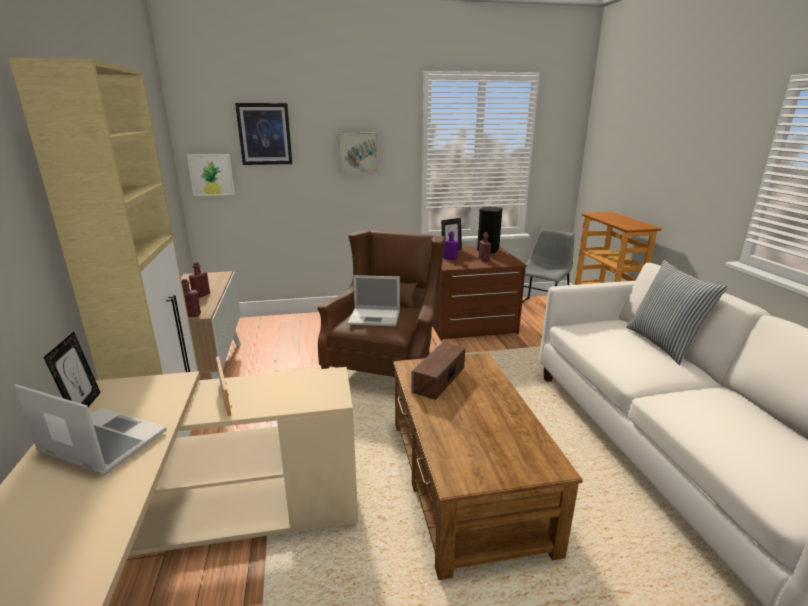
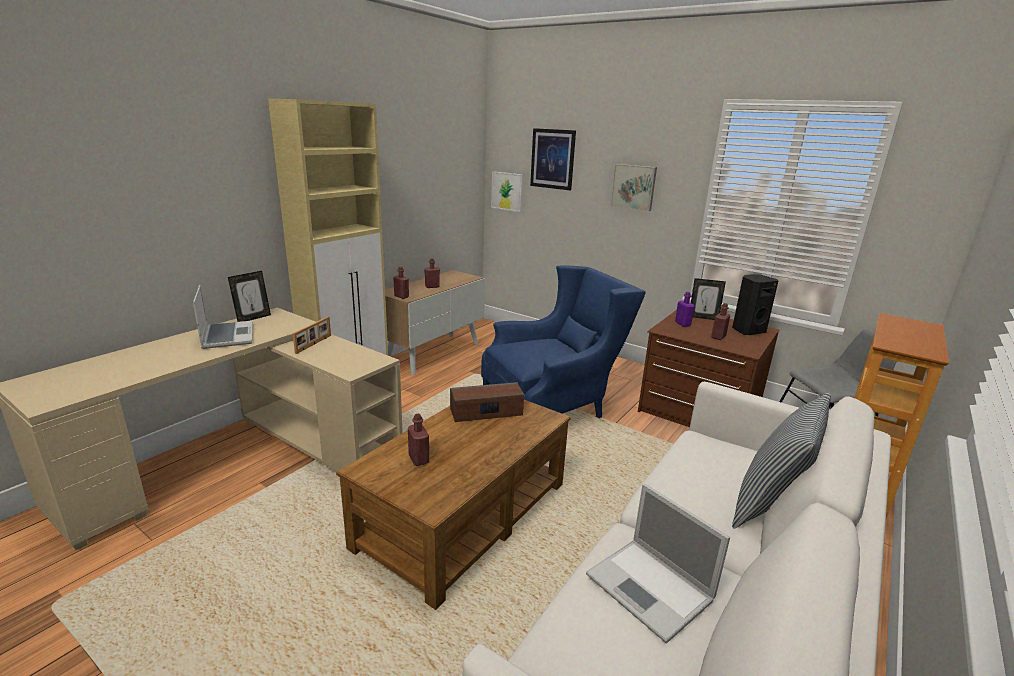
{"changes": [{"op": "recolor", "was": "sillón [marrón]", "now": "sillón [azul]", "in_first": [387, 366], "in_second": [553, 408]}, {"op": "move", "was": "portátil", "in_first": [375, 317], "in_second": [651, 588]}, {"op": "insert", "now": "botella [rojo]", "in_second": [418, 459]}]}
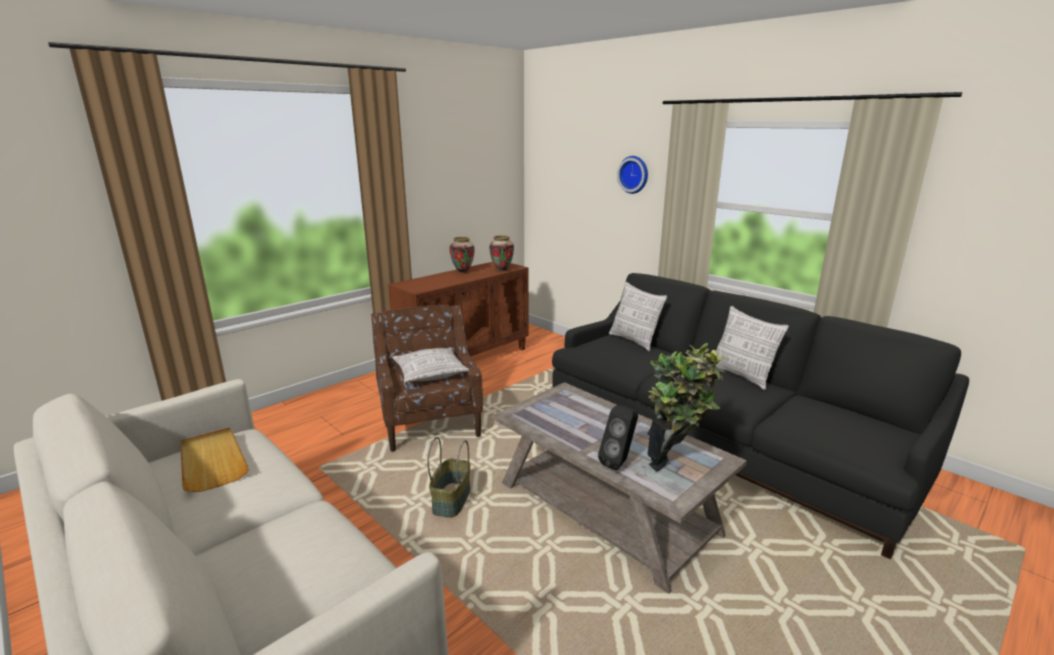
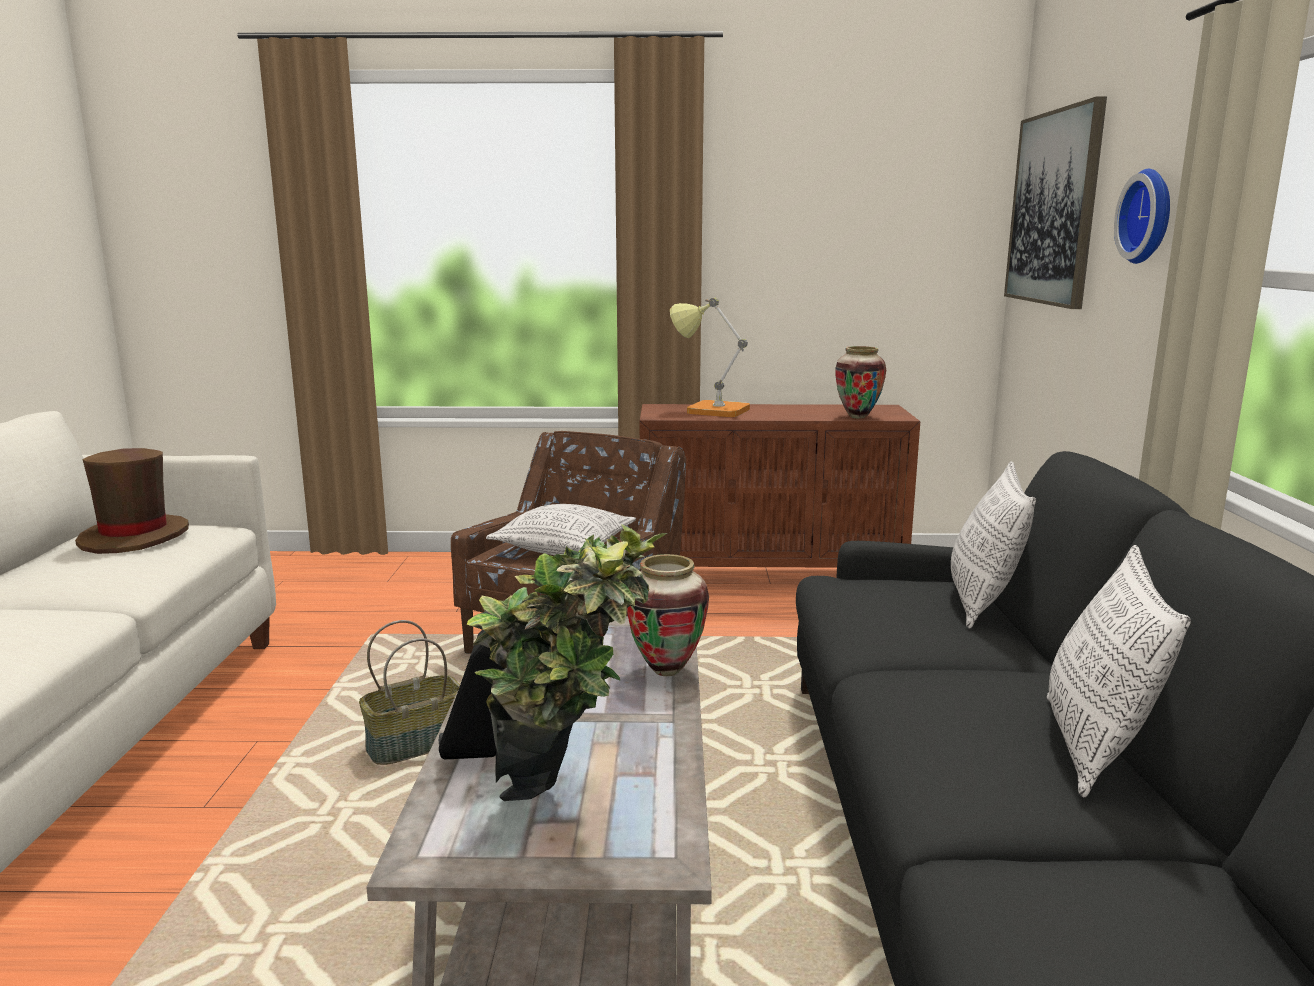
{"changes": [{"op": "move", "was": "florero", "in_first": [463, 272], "in_second": [667, 670]}, {"op": "replace", "was": "bandeja [beis]", "now": "sombrero [marrón]", "in_first": [212, 461], "in_second": [135, 537]}, {"op": "insert", "now": "cuadro", "in_second": [1054, 208]}, {"op": "insert", "now": "lámpara de mesa", "in_second": [710, 410]}]}
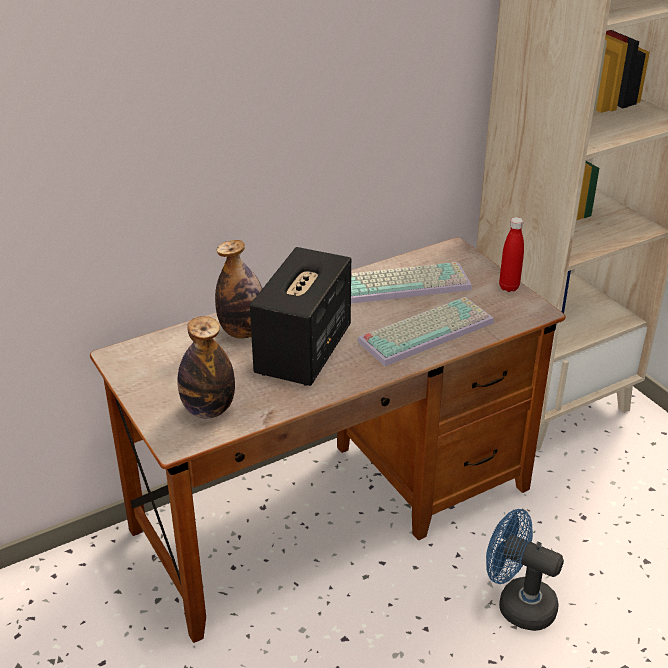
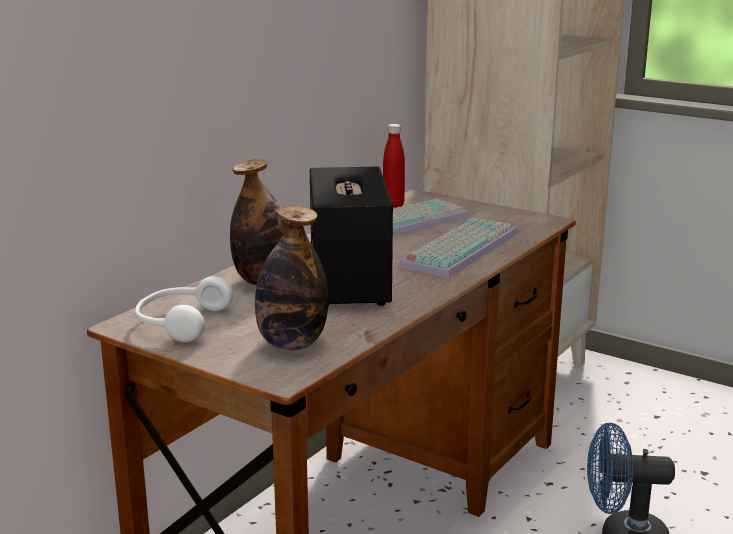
{"changes": [{"op": "move", "was": "botella [rojo]", "in_first": [509, 287], "in_second": [393, 205]}, {"op": "insert", "now": "auriculares [blanco]", "in_second": [180, 323]}]}
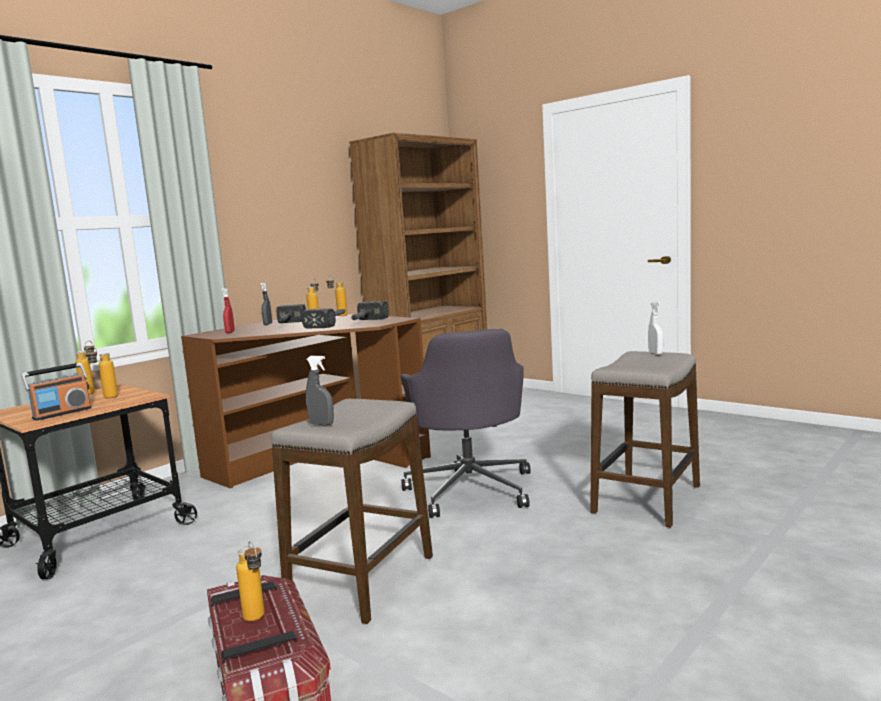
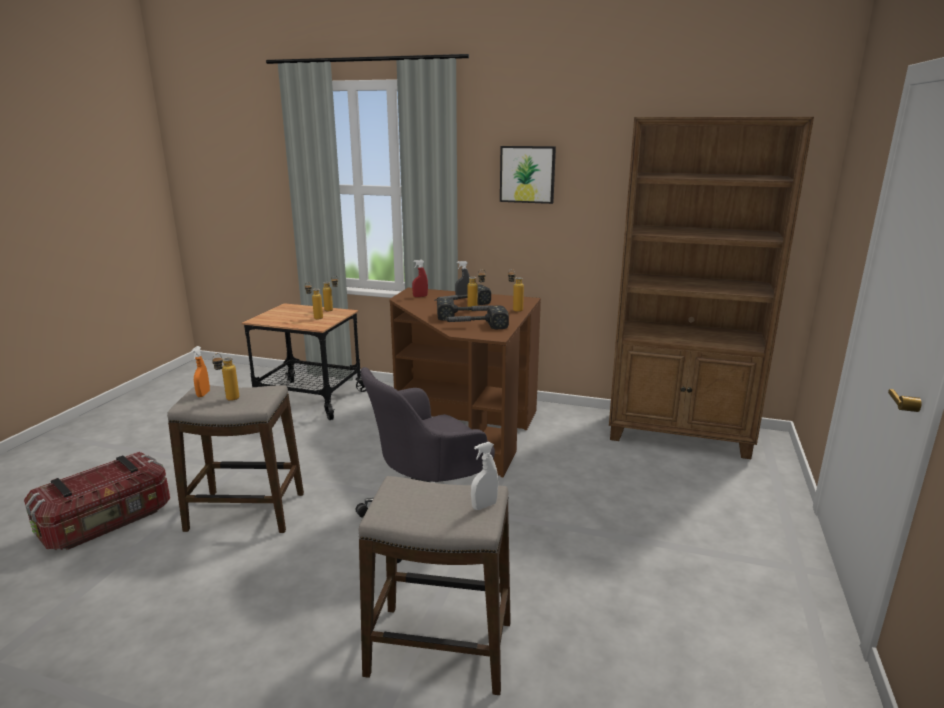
{"changes": [{"op": "recolor", "was": "pulverizador [gris]", "now": "pulverizador [naranja]", "in_first": [321, 424], "in_second": [203, 394]}, {"op": "delete", "was": "radio", "in_first": [62, 413]}, {"op": "move", "was": "botella", "in_first": [257, 620], "in_second": [228, 400]}, {"op": "insert", "now": "cuadro", "in_second": [527, 174]}]}
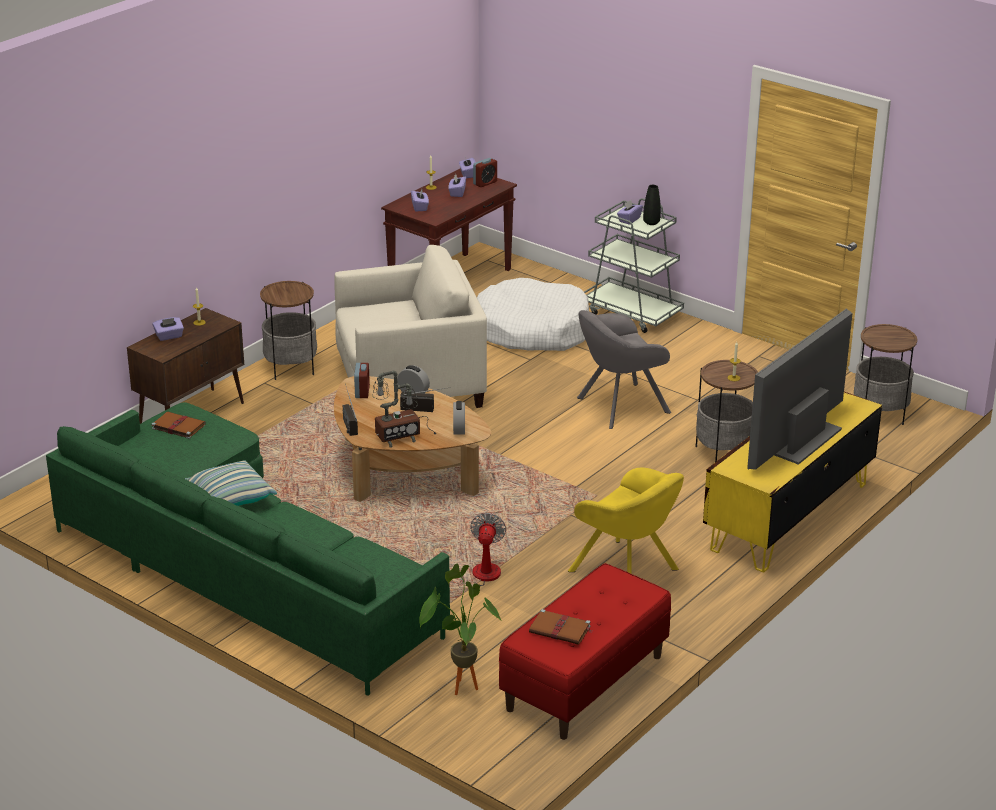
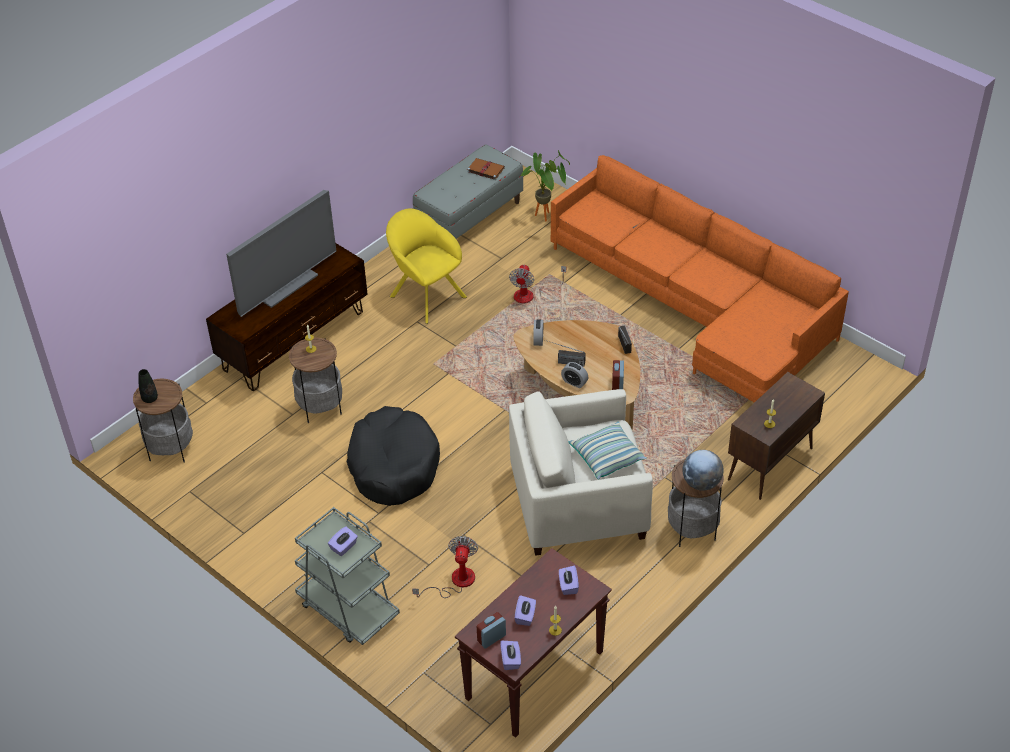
{"changes": [{"op": "move", "was": "florero [negro]", "in_first": [651, 222], "in_second": [150, 399]}, {"op": "replace", "was": "cama para perro [blanco]", "now": "ventilador", "in_first": [532, 330], "in_second": [455, 582]}, {"op": "replace", "was": "sillón [gris]", "now": "cama para perro [negro]", "in_first": [618, 406], "in_second": [393, 465]}, {"op": "delete", "was": "caja de pañuelos [morado]", "in_first": [169, 336]}, {"op": "delete", "was": "lámpara de mesa", "in_first": [402, 434]}, {"op": "recolor", "was": "mueble de televisión [amarillo]", "now": "mueble de televisión [marrón]", "in_first": [788, 516], "in_second": [295, 340]}, {"op": "recolor", "was": "sofá [verde]", "now": "sofá [naranja]", "in_first": [238, 567], "in_second": [697, 306]}, {"op": "delete", "was": "libro [marrón]", "in_first": [177, 426]}, {"op": "move", "was": "cojín", "in_first": [230, 498], "in_second": [607, 457]}, {"op": "recolor", "was": "banco [rojo]", "now": "banco [gris]", "in_first": [585, 683], "in_second": [469, 217]}, {"op": "insert", "now": "globo terráqueo", "in_second": [701, 483]}]}
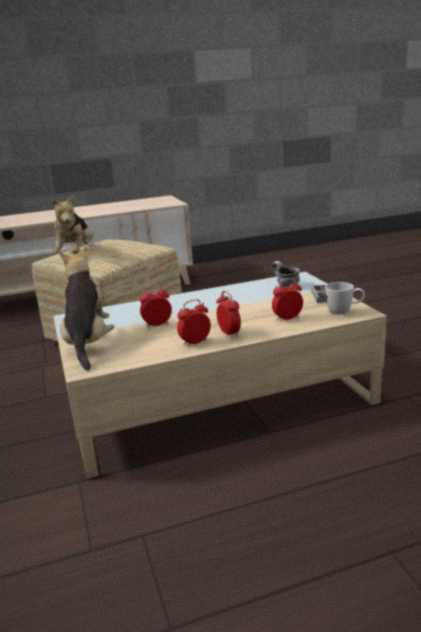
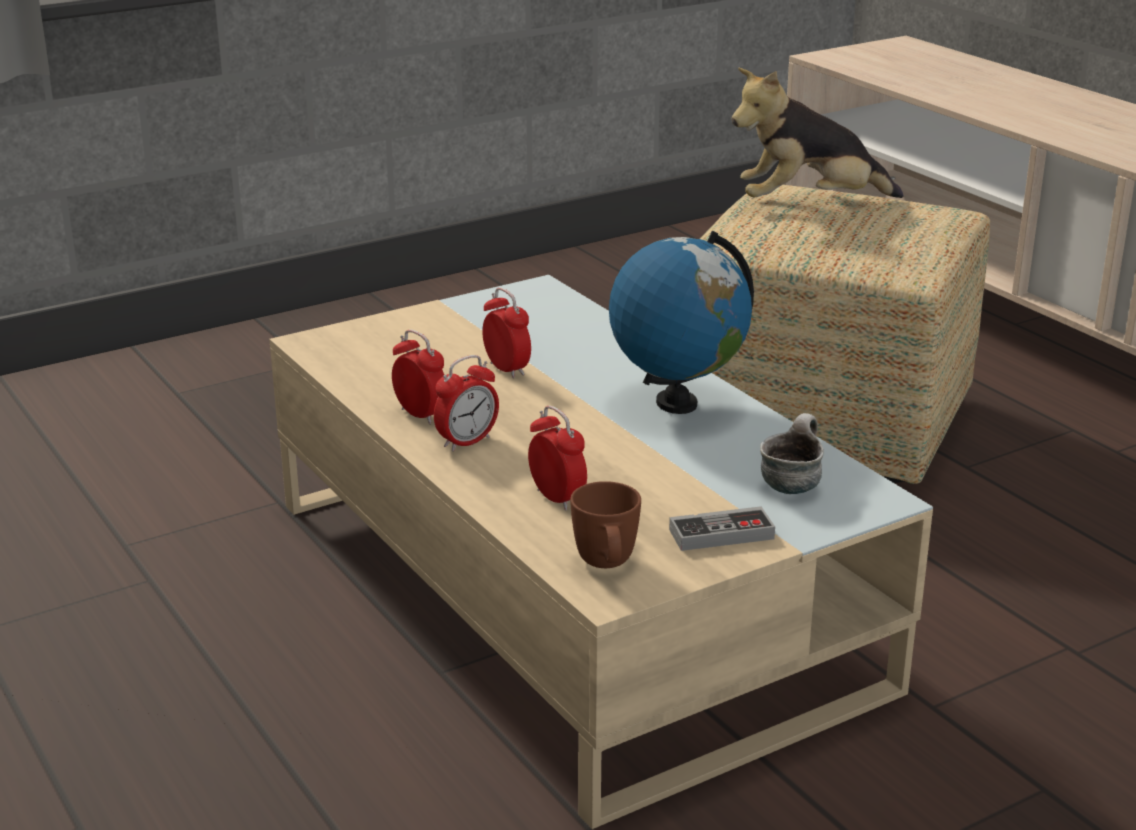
{"changes": [{"op": "delete", "was": "peluche", "in_first": [88, 343]}, {"op": "recolor", "was": "taza grande [blanco]", "now": "taza grande [marrón]", "in_first": [344, 312], "in_second": [607, 567]}, {"op": "insert", "now": "globo terráqueo", "in_second": [676, 403]}]}
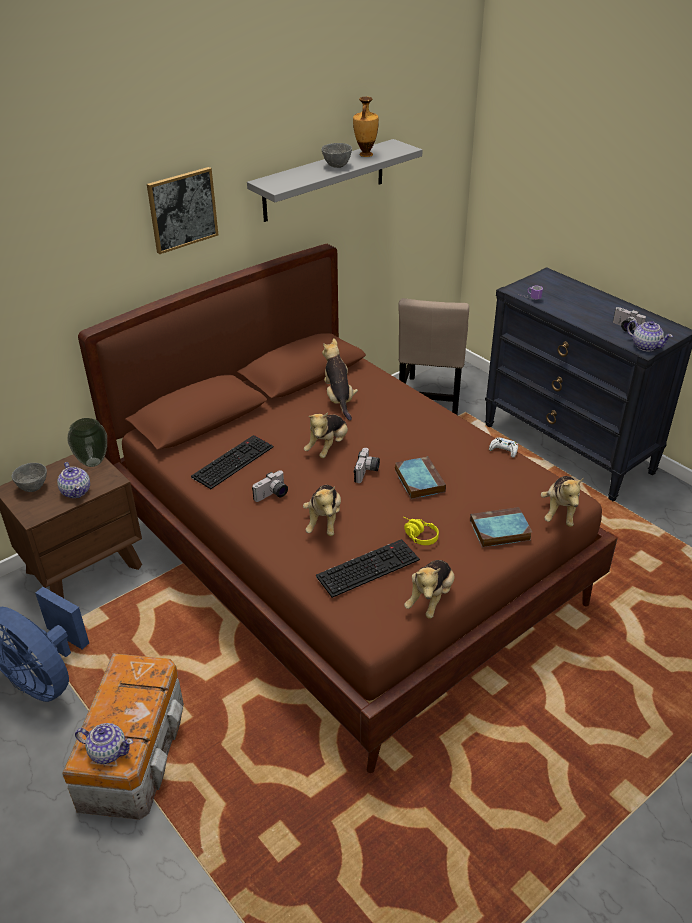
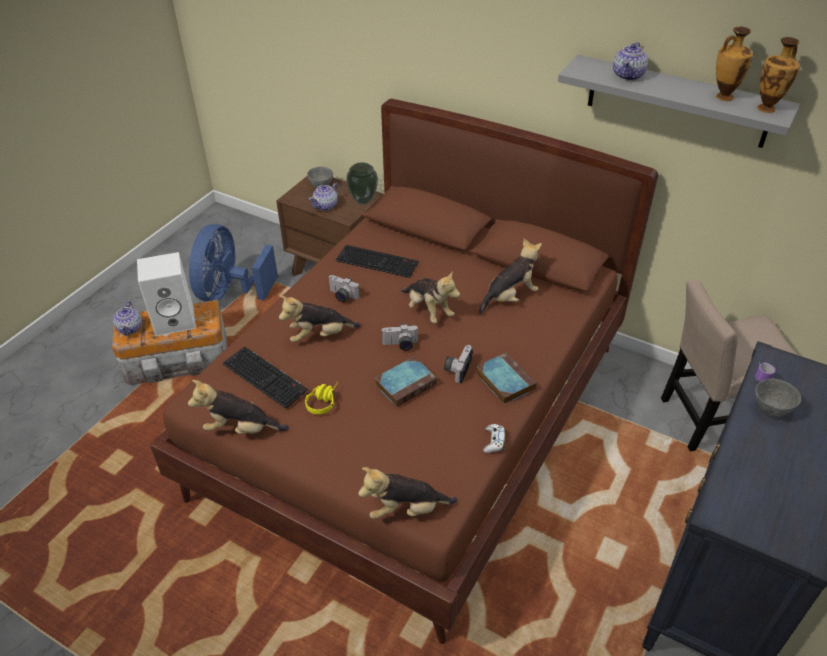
{"changes": [{"op": "move", "was": "cuenco [gris]", "in_first": [337, 166], "in_second": [771, 410]}, {"op": "delete", "was": "cuadro", "in_first": [182, 209]}, {"op": "move", "was": "cámara", "in_first": [625, 328], "in_second": [457, 368]}, {"op": "move", "was": "tetera", "in_first": [645, 346], "in_second": [628, 75]}, {"op": "rotate", "was": "peluche", "in_first": [328, 447], "in_second": [428, 311], "clockwise": -135}, {"op": "move", "was": "libro", "in_first": [499, 531], "in_second": [504, 381]}, {"op": "insert", "now": "florero", "in_second": [767, 108]}, {"op": "insert", "now": "altavoz [blanco]", "in_second": [175, 320]}]}
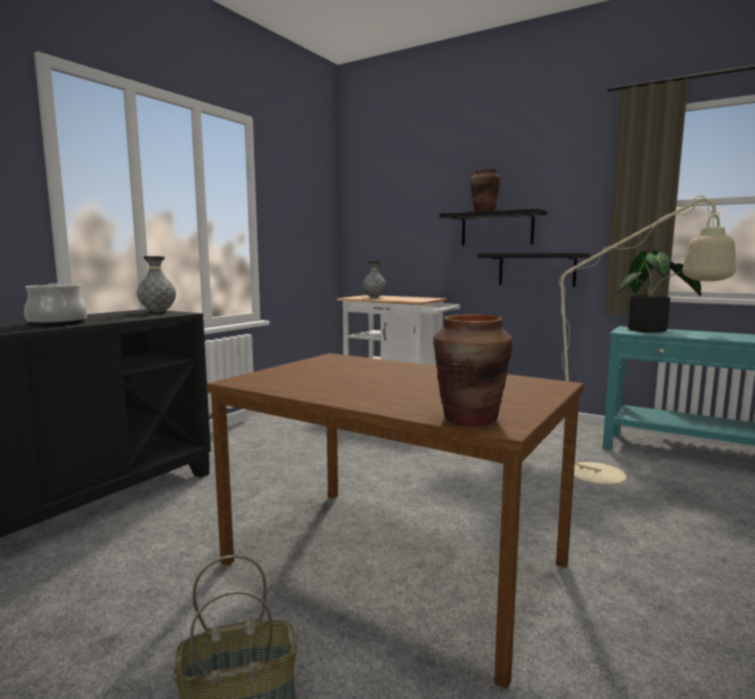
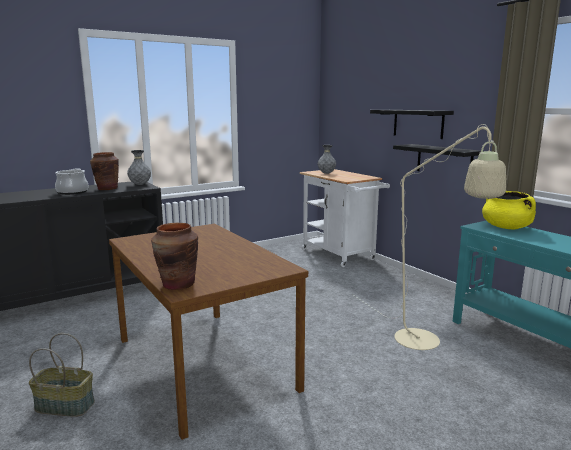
{"changes": [{"op": "move", "was": "florero [marrón]", "in_first": [484, 211], "in_second": [107, 189]}, {"op": "replace", "was": "planta en maceta", "now": "olla [amarillo]", "in_first": [652, 330], "in_second": [506, 227]}]}
